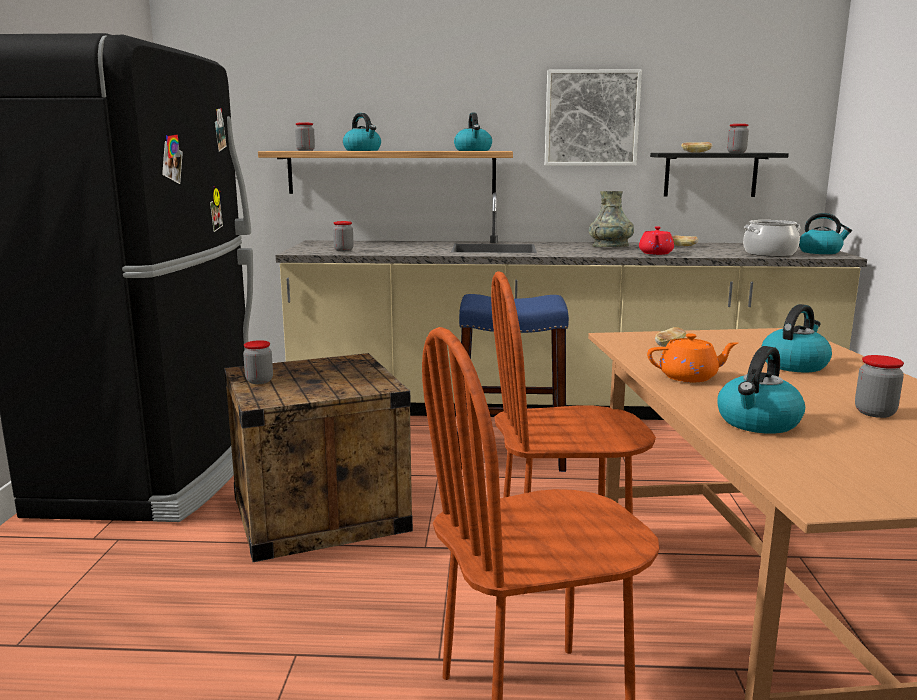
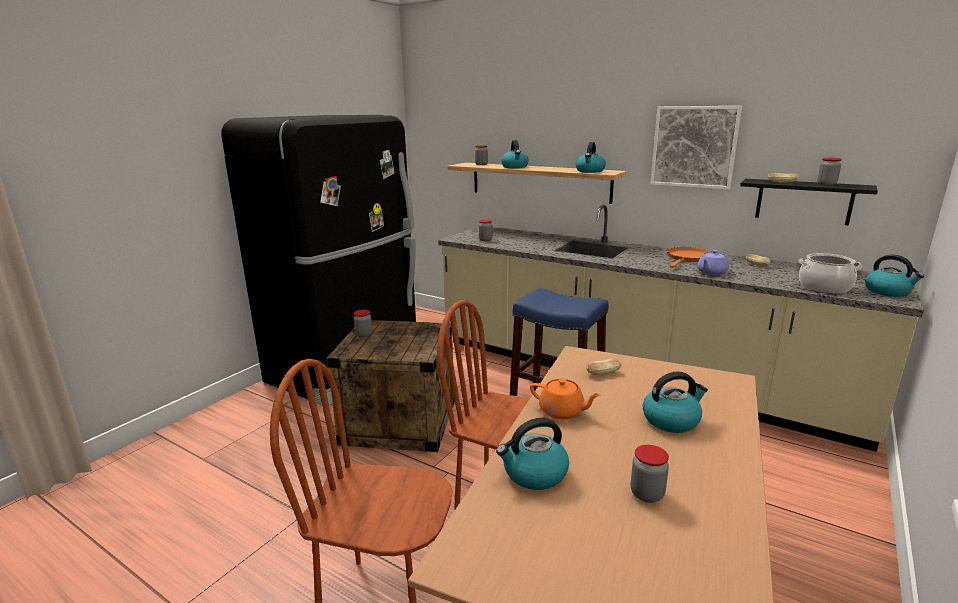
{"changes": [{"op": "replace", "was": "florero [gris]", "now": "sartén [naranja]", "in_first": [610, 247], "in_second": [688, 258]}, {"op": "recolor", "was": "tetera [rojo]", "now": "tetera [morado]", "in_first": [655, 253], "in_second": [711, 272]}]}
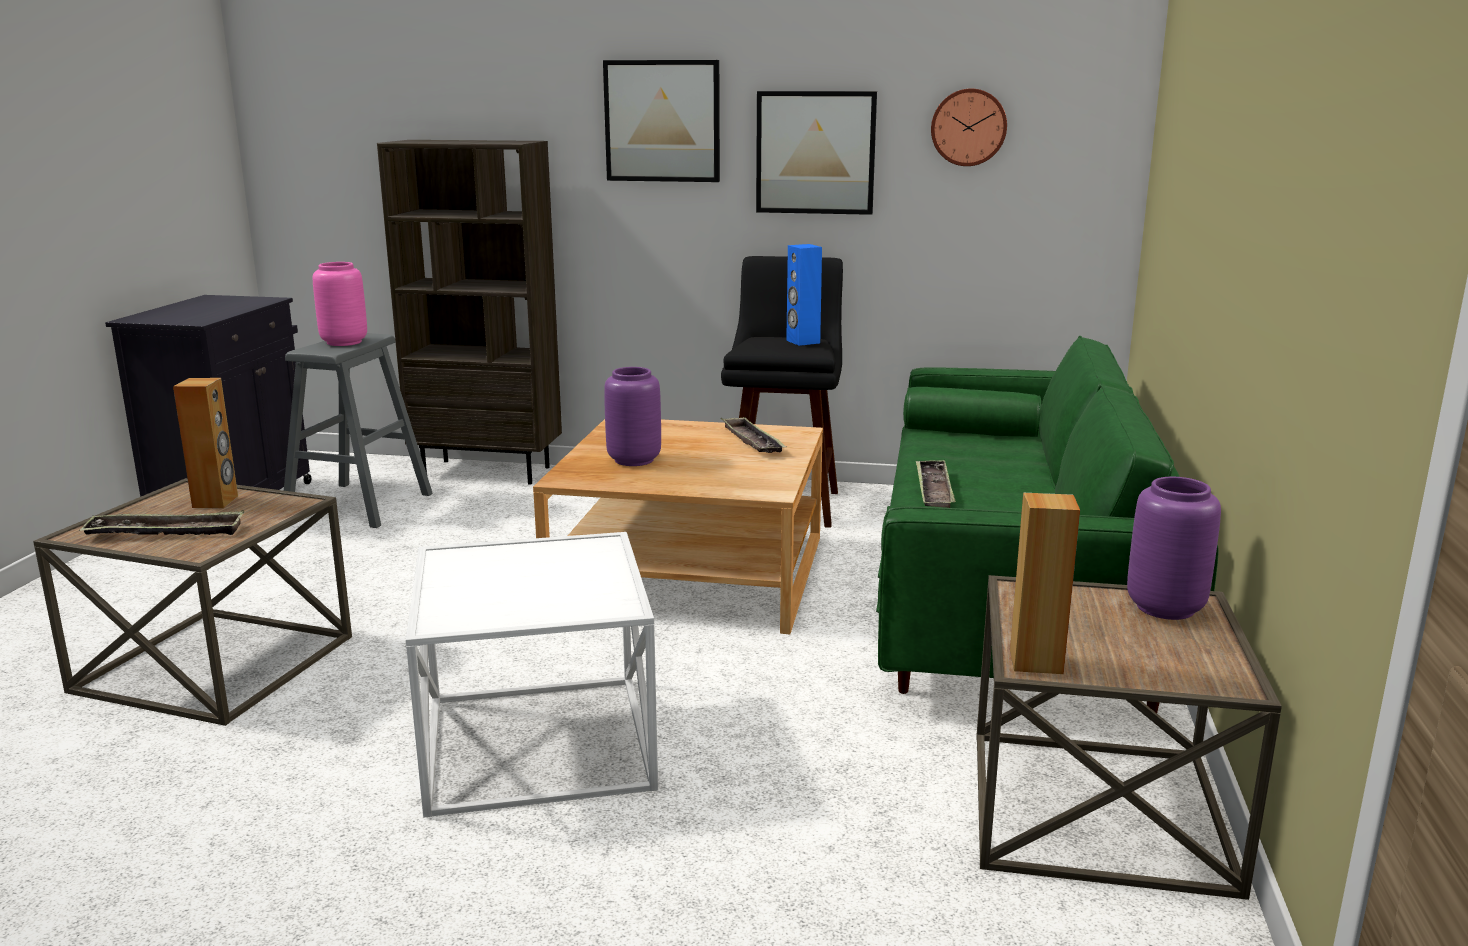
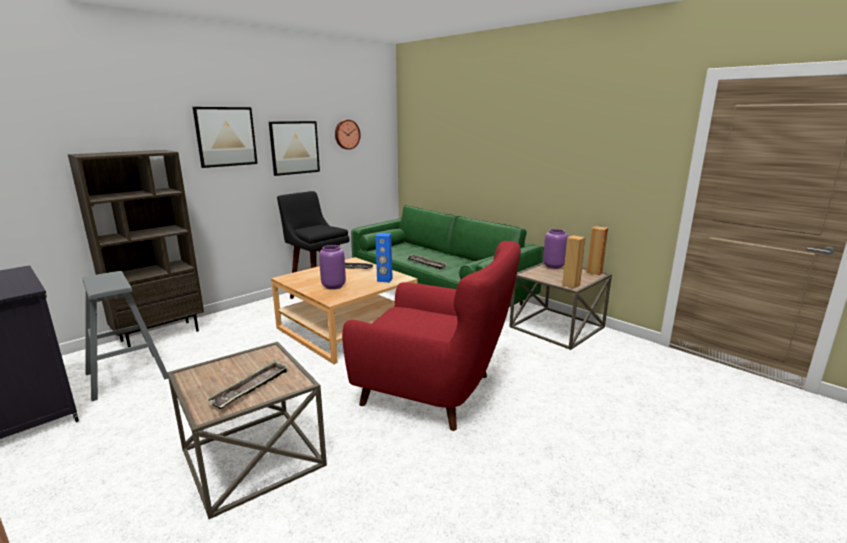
{"changes": [{"op": "move", "was": "altavoz [azul]", "in_first": [802, 342], "in_second": [384, 280]}, {"op": "delete", "was": "florero [rosa]", "in_first": [344, 342]}, {"op": "move", "was": "altavoz [marrón]", "in_first": [216, 502], "in_second": [594, 272]}, {"op": "replace", "was": "mesa auxiliar [blanco]", "now": "sillón [rojo]", "in_first": [536, 743], "in_second": [435, 393]}]}
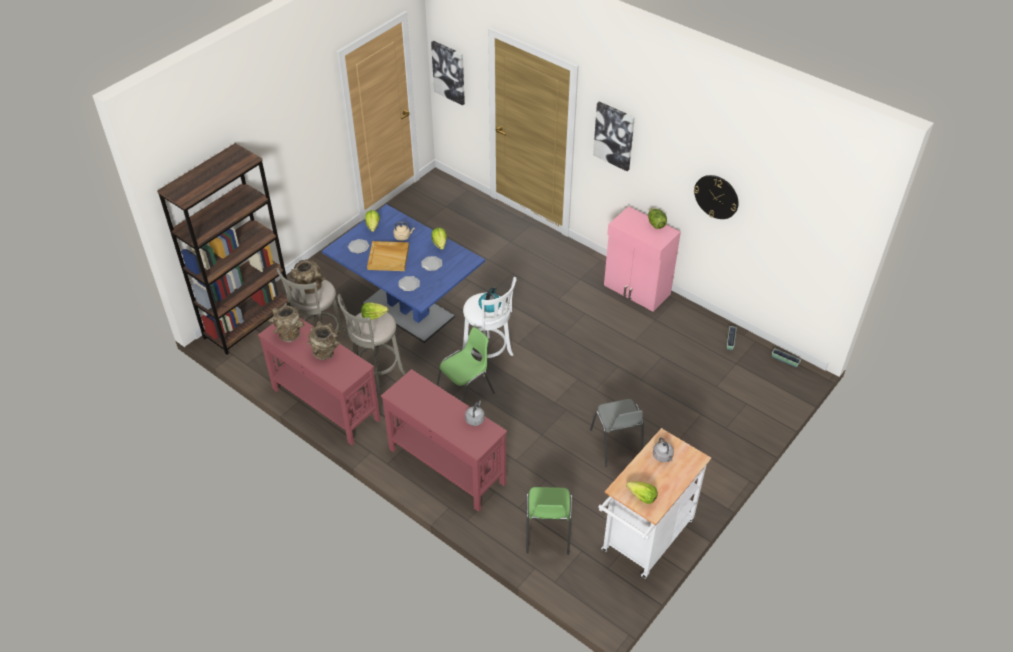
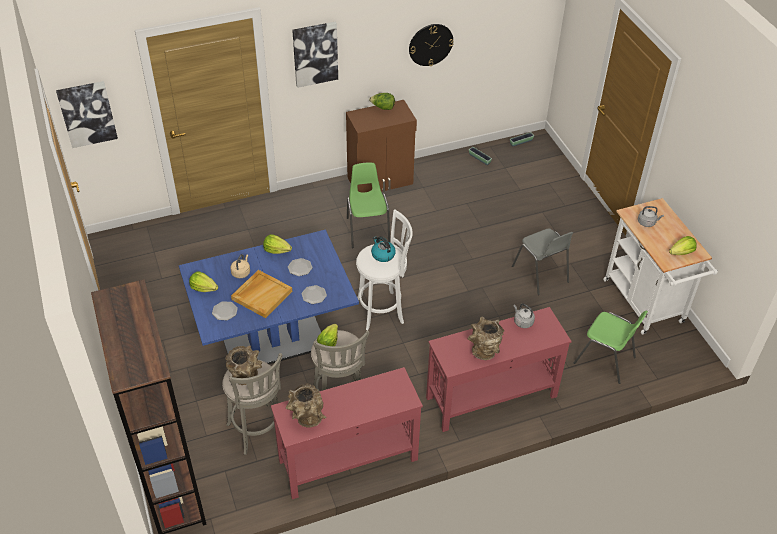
{"changes": [{"op": "recolor", "was": "armario [rosa]", "now": "armario [marrón]", "in_first": [636, 290], "in_second": [381, 181]}, {"op": "move", "was": "florero [marrón]", "in_first": [326, 352], "in_second": [484, 350]}, {"op": "move", "was": "silla [verde]", "in_first": [466, 393], "in_second": [367, 230]}, {"op": "rotate", "was": "silla [gris]", "in_first": [616, 444], "in_second": [540, 274], "clockwise": 45}]}
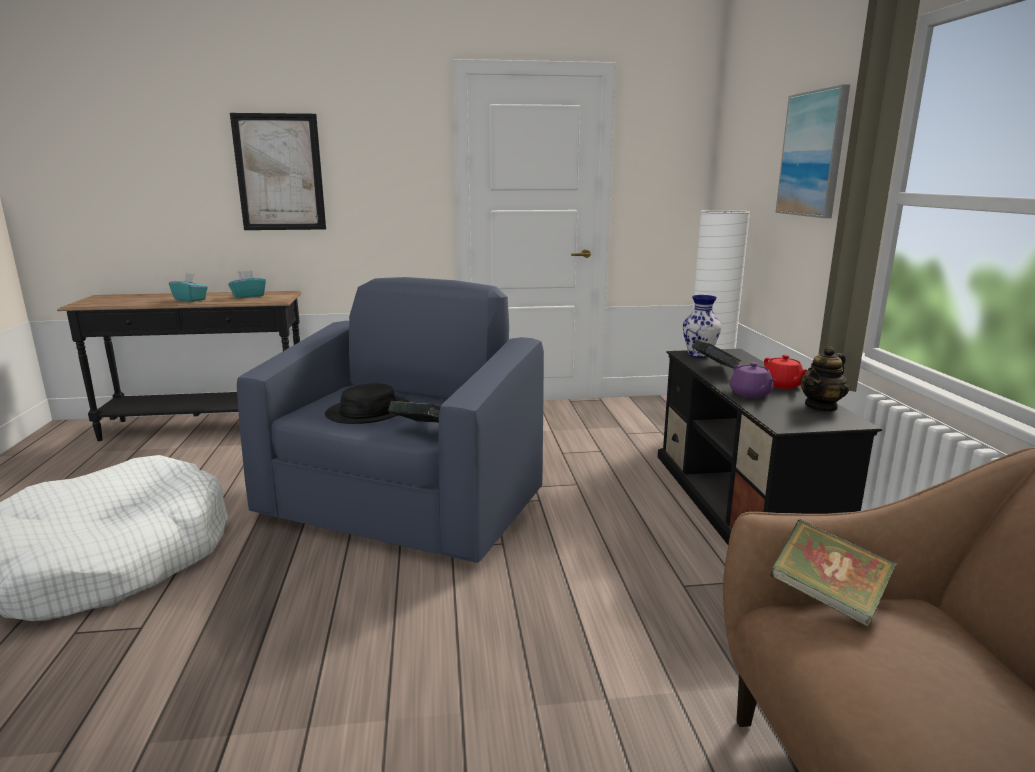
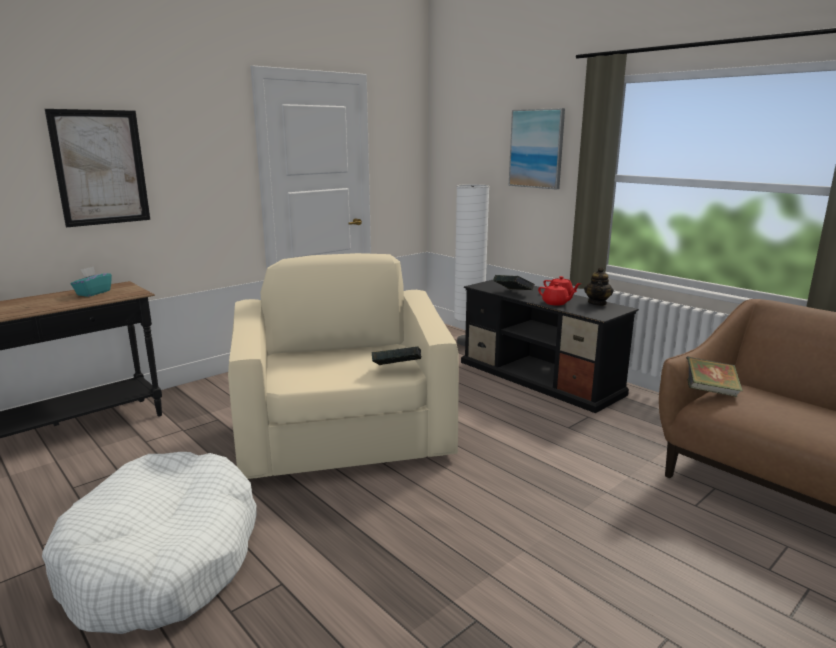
{"changes": [{"op": "delete", "was": "caja de pañuelos [turquesa]", "in_first": [190, 299]}, {"op": "recolor", "was": "sillón [azul]", "now": "sillón [beis]", "in_first": [403, 505], "in_second": [345, 439]}, {"op": "delete", "was": "florero", "in_first": [699, 355]}, {"op": "recolor", "was": "tetera [morado]", "now": "tetera [rojo]", "in_first": [750, 394], "in_second": [555, 303]}, {"op": "delete", "was": "sombrero [negro]", "in_first": [368, 412]}]}
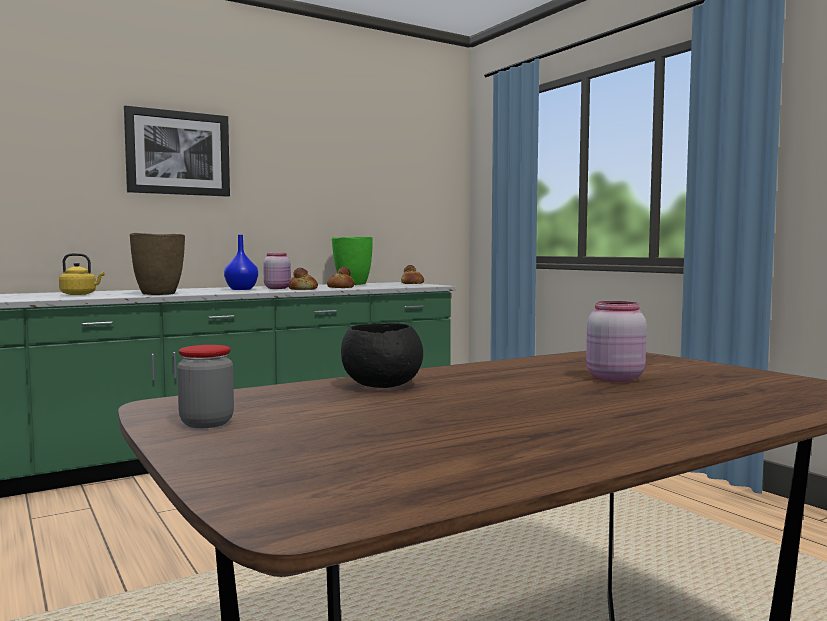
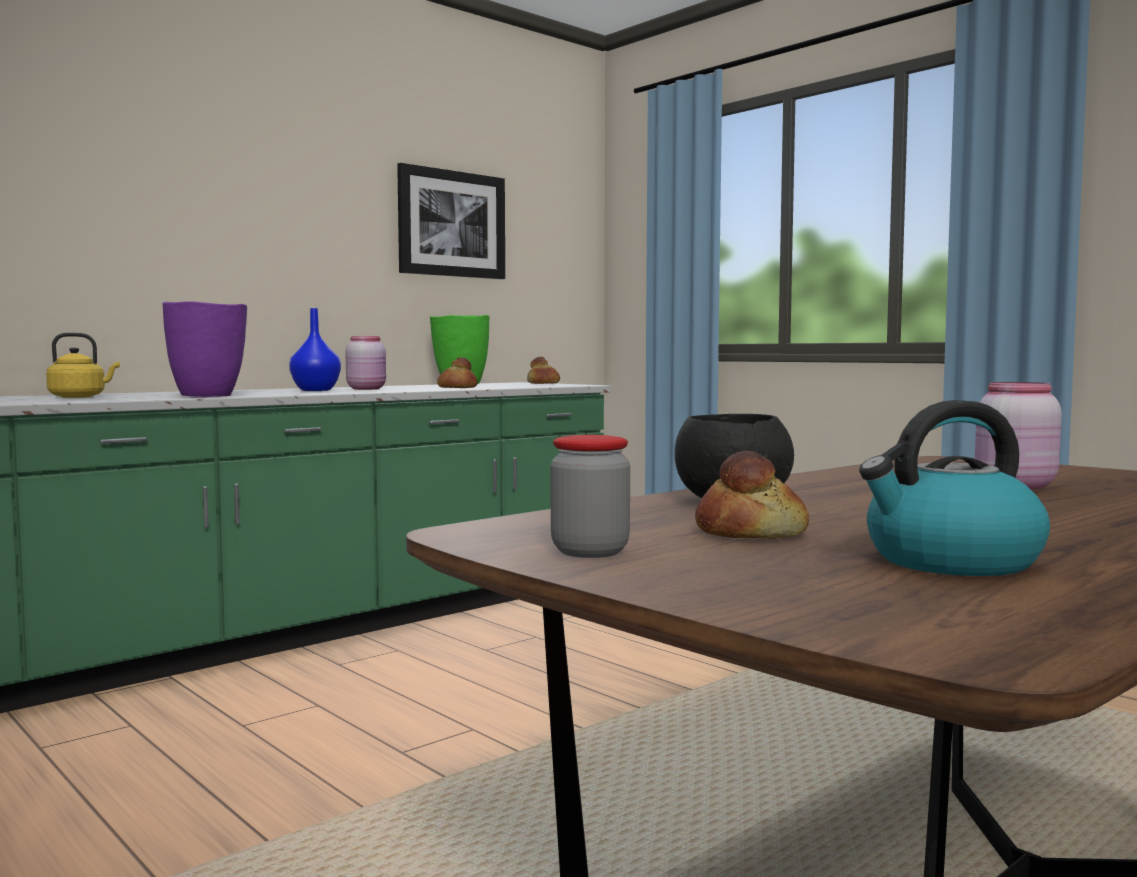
{"changes": [{"op": "move", "was": "cuadro", "in_first": [178, 153], "in_second": [451, 224]}, {"op": "recolor", "was": "florero [marrón]", "now": "florero [morado]", "in_first": [159, 294], "in_second": [208, 395]}, {"op": "move", "was": "pan", "in_first": [303, 289], "in_second": [750, 532]}, {"op": "insert", "now": "hervidor", "in_second": [950, 562]}]}
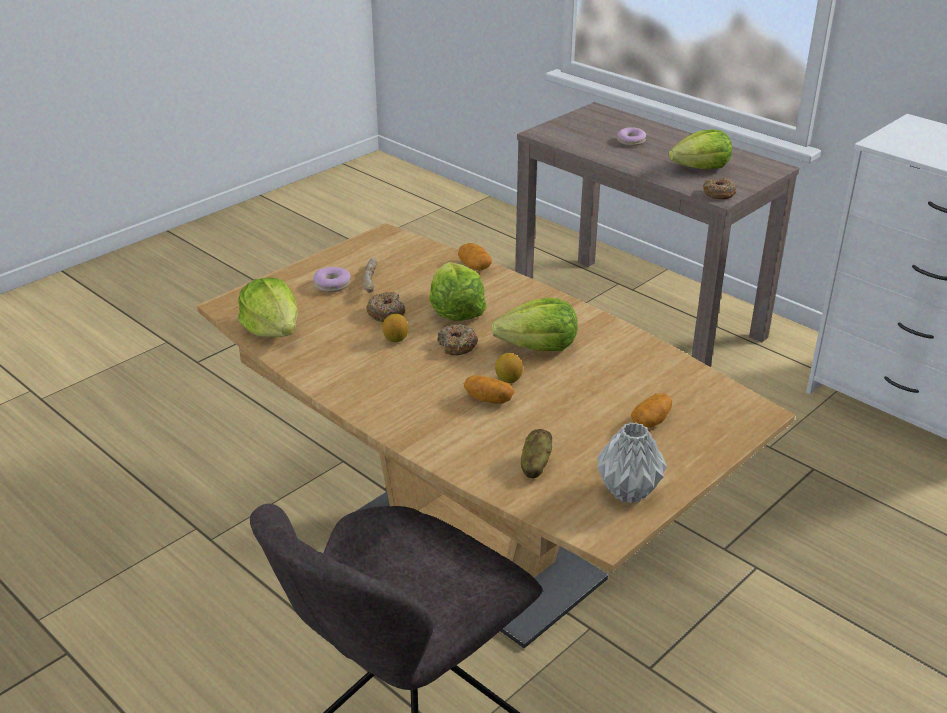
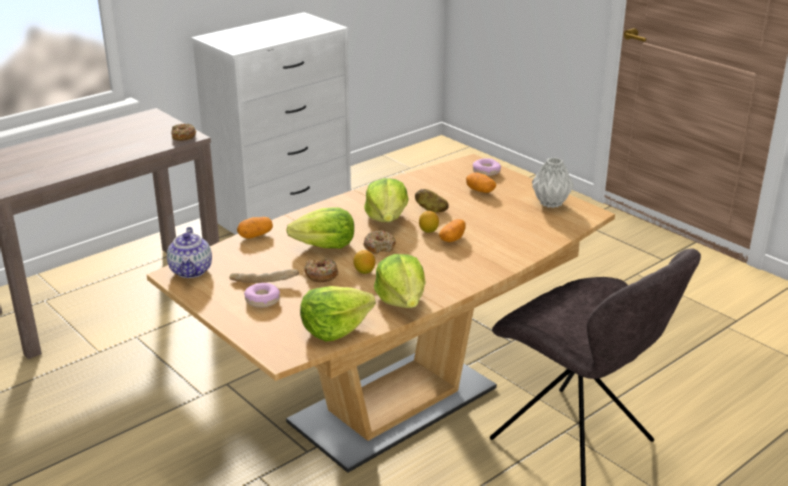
{"changes": [{"op": "move", "was": "rosquilla", "in_first": [630, 141], "in_second": [486, 172]}, {"op": "move", "was": "lechuga", "in_first": [701, 168], "in_second": [402, 300]}, {"op": "move", "was": "patata", "in_first": [535, 465], "in_second": [431, 209]}, {"op": "insert", "now": "tetera", "in_second": [191, 271]}]}
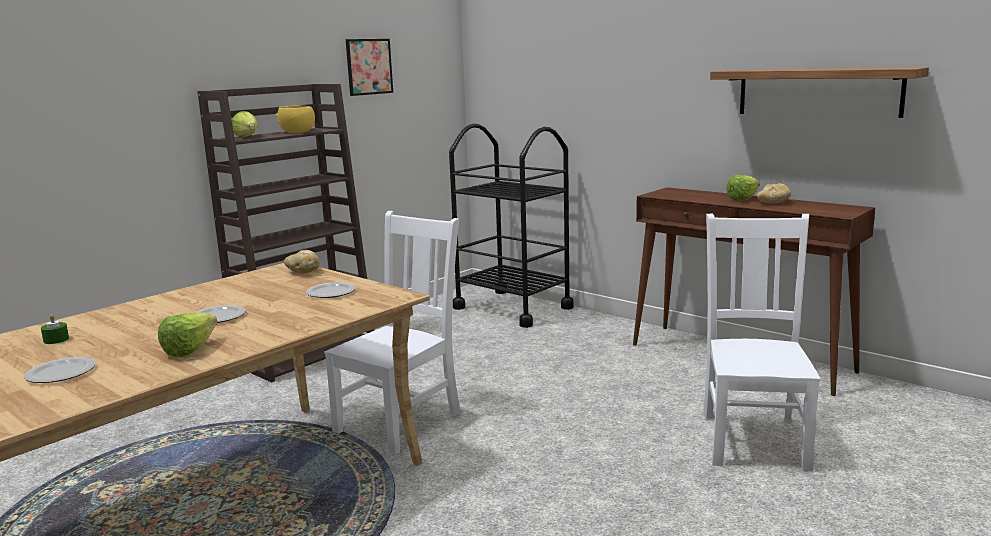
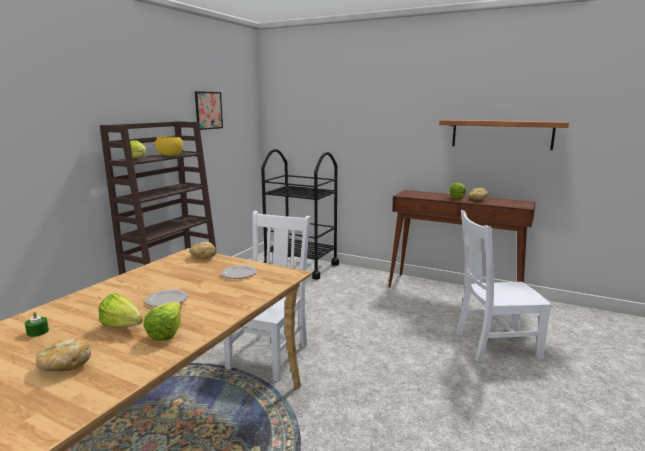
{"changes": [{"op": "rotate", "was": "silla [blanco]", "in_first": [753, 438], "in_second": [494, 345], "clockwise": -90}, {"op": "replace", "was": "plato", "now": "pan", "in_first": [60, 373], "in_second": [64, 366]}, {"op": "insert", "now": "lechuga", "in_second": [124, 328]}]}
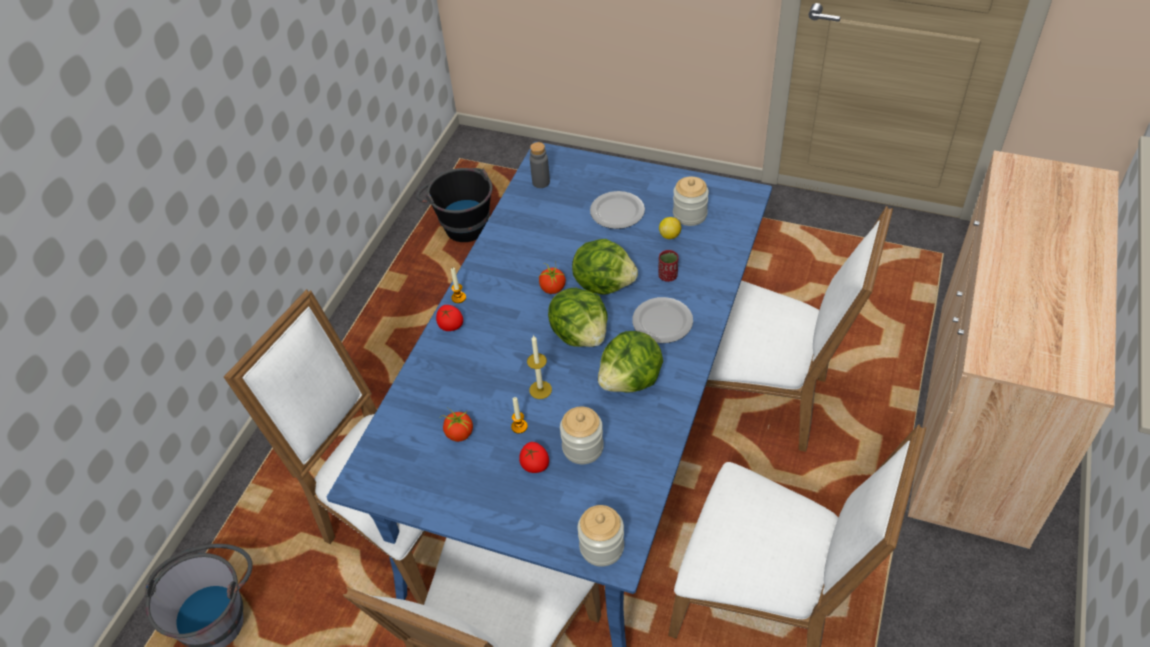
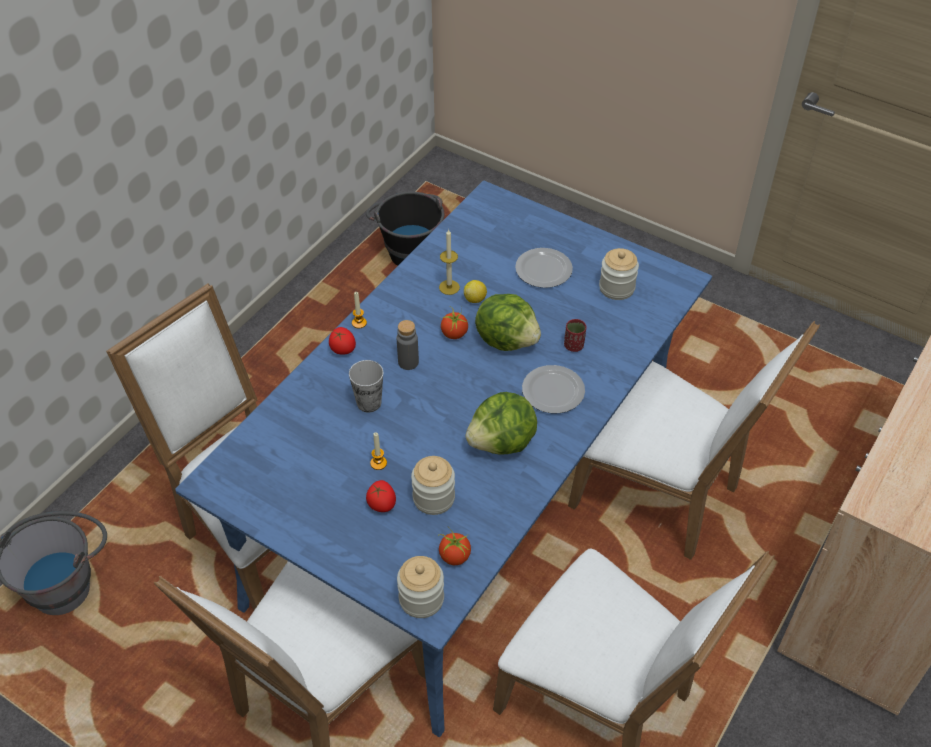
{"changes": [{"op": "move", "was": "botella [gris]", "in_first": [541, 182], "in_second": [408, 362]}, {"op": "move", "was": "limón", "in_first": [670, 235], "in_second": [475, 299]}, {"op": "delete", "was": "lechuga", "in_first": [581, 334]}, {"op": "move", "was": "vela", "in_first": [540, 390], "in_second": [449, 287]}, {"op": "move", "was": "tomate", "in_first": [459, 434], "in_second": [454, 556]}, {"op": "insert", "now": "taza", "in_second": [369, 402]}]}
